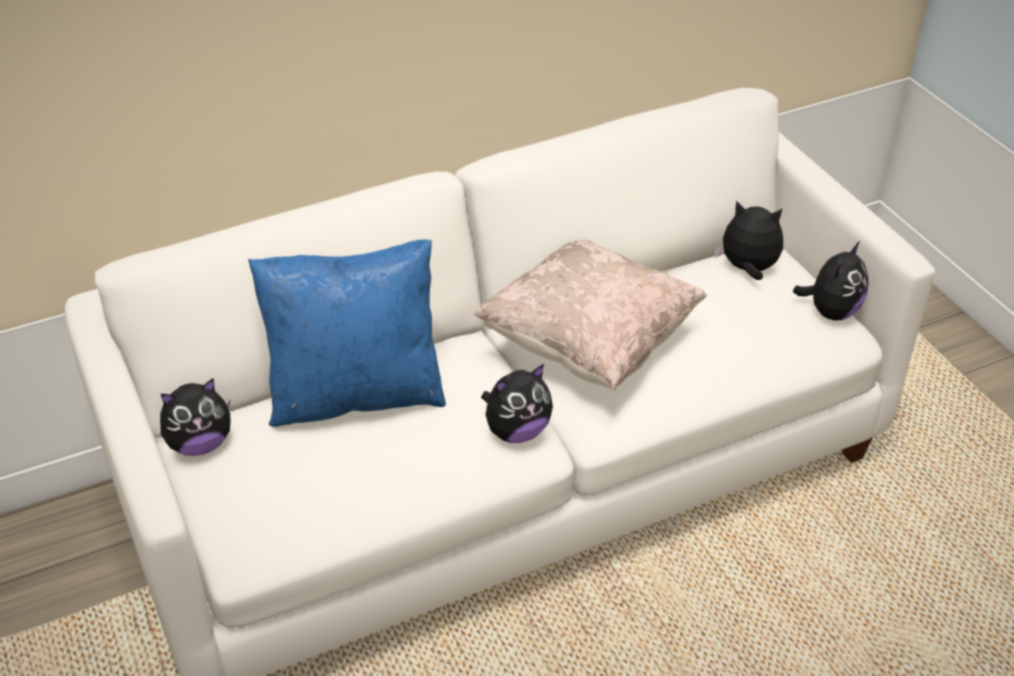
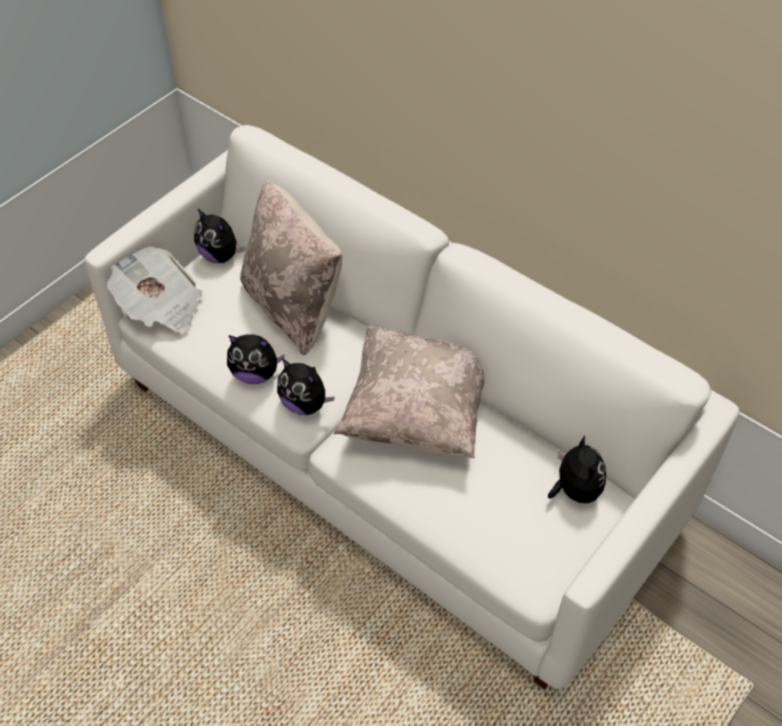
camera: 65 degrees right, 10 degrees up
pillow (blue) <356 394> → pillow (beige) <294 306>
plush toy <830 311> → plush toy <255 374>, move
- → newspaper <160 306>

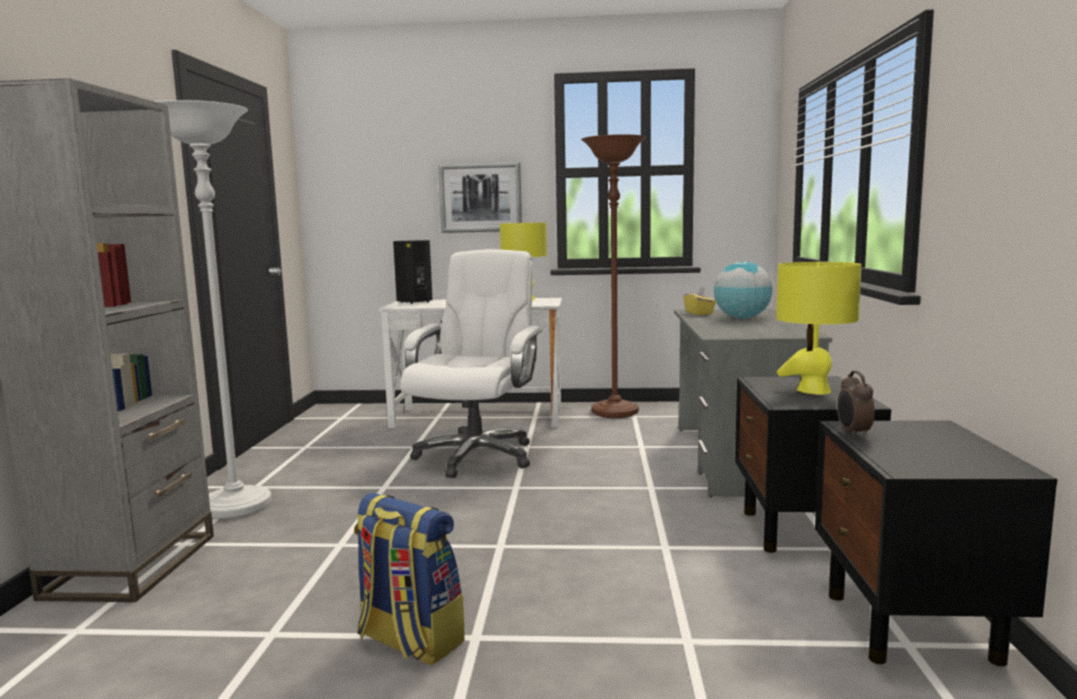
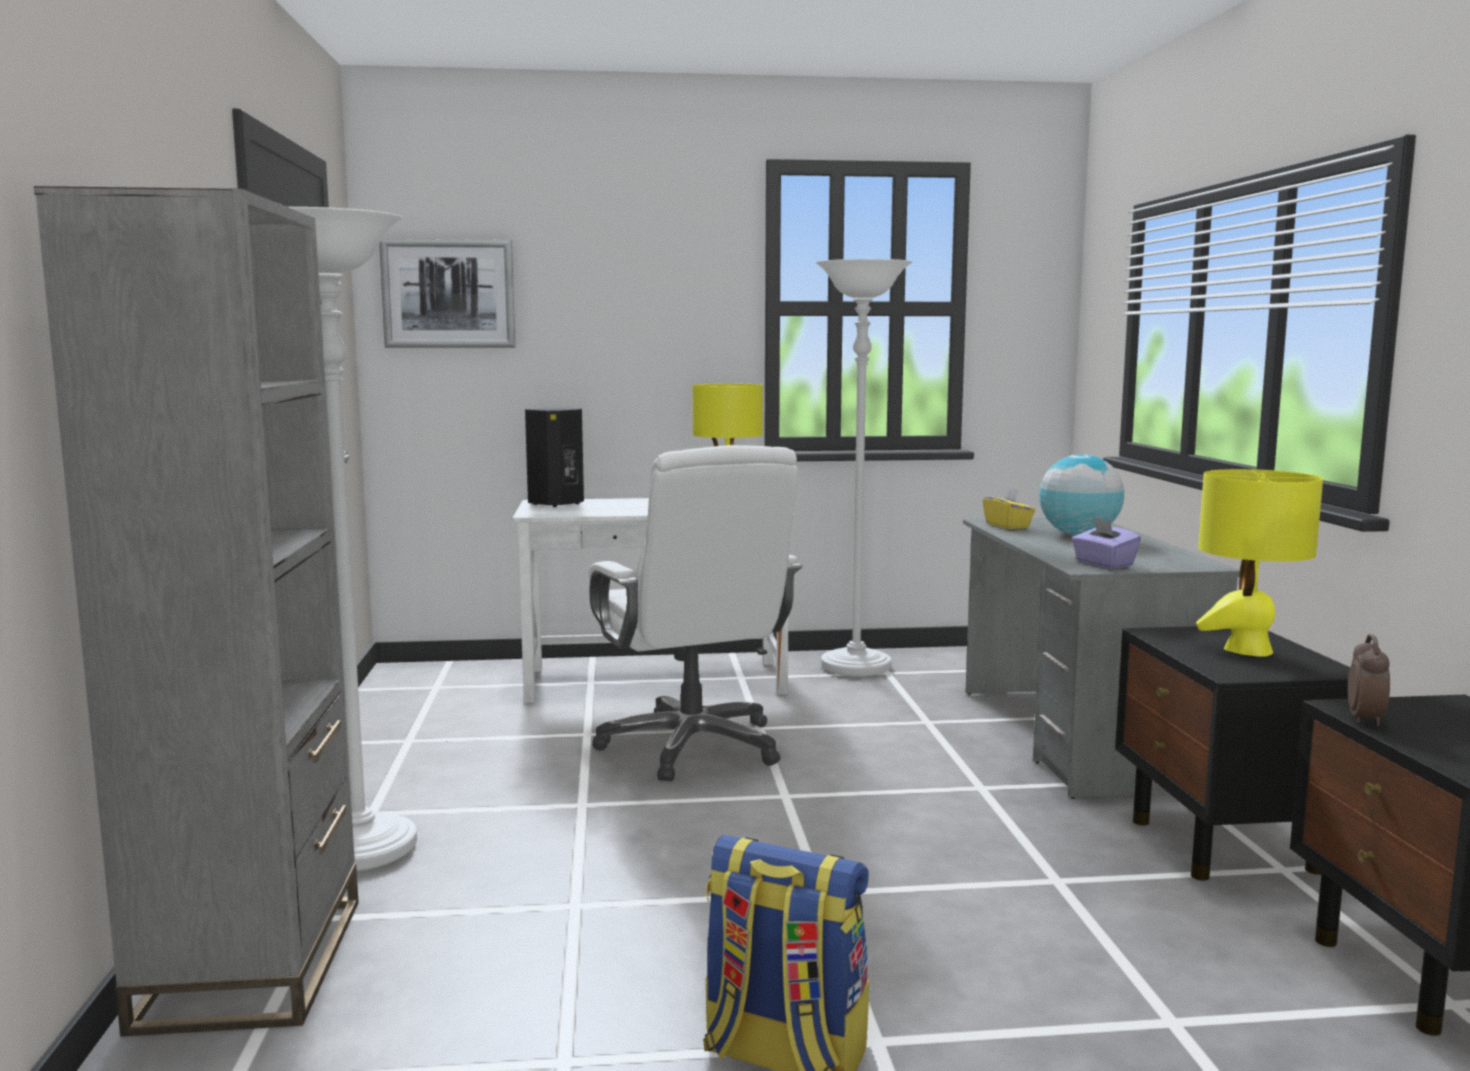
camera: 10 degrees left, 0 degrees up
floor lamp (brown) <615 412> → floor lamp (white) <856 667>
picture <480 198> → picture <448 294>, move
office chair (white) <476 456> → office chair (white) <693 746>, 150 degrees clockwise
alarm clock <853 433> → alarm clock <1366 720>, 150 degrees counterclockwise
- → tissue box (purple) <1103 564>

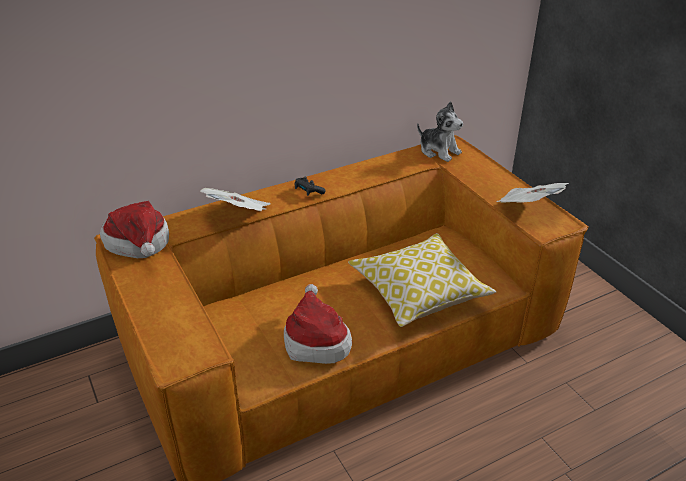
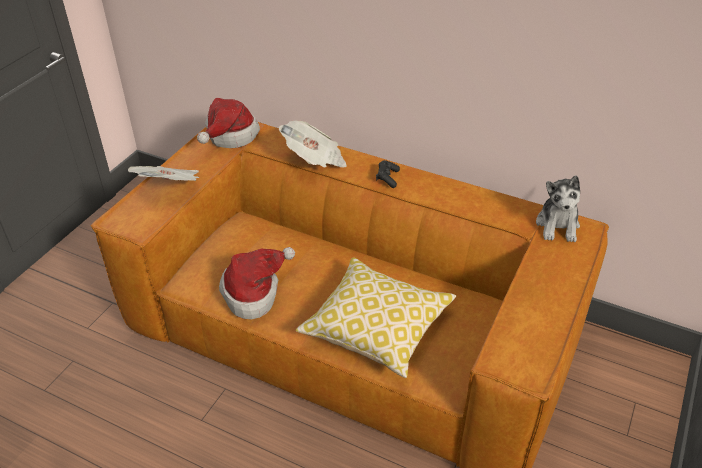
camera: 55 degrees right, 5 degrees up
newspaper <528 207> → newspaper <170 187>, move

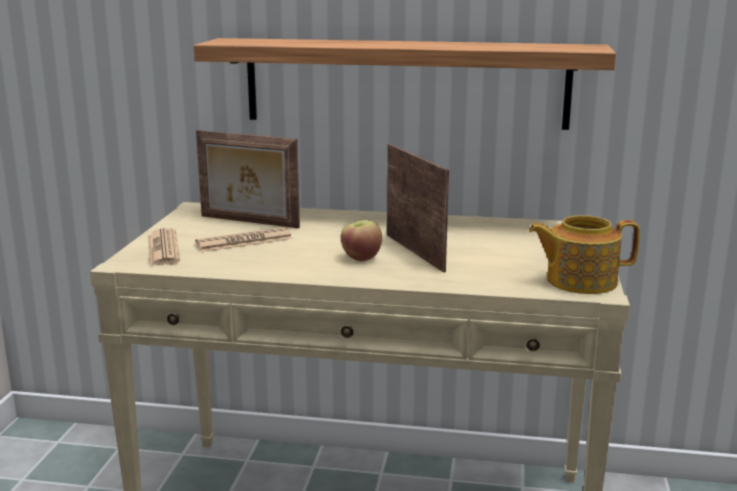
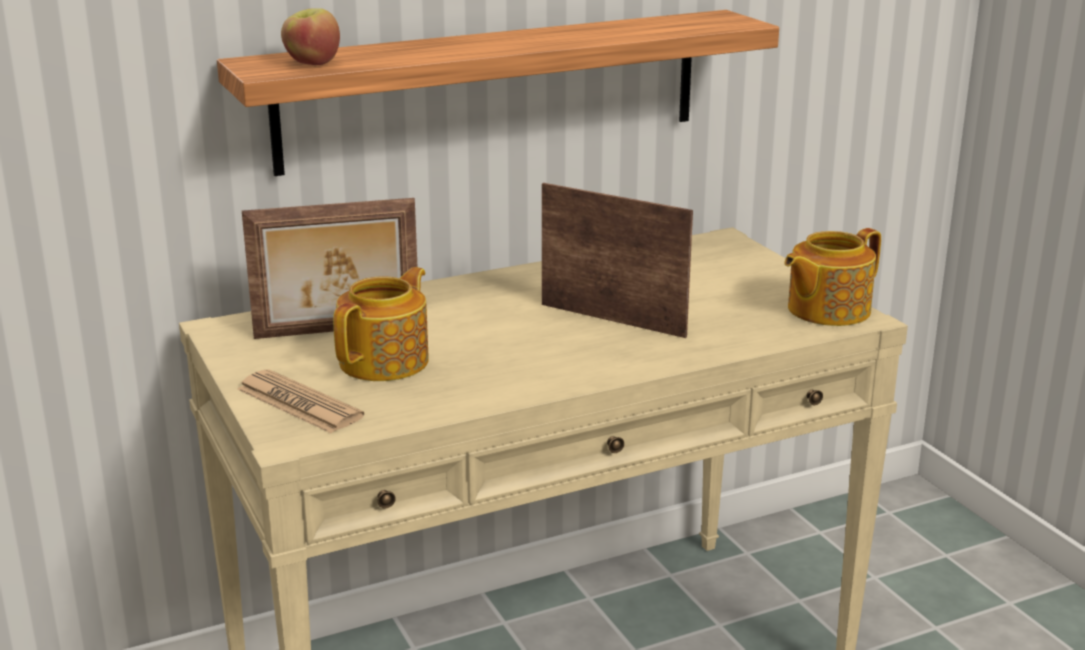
camera: 35 degrees left, 5 degrees up
apple <361 258> → apple <312 63>, move
newspaper <244 241> → teapot <386 361>

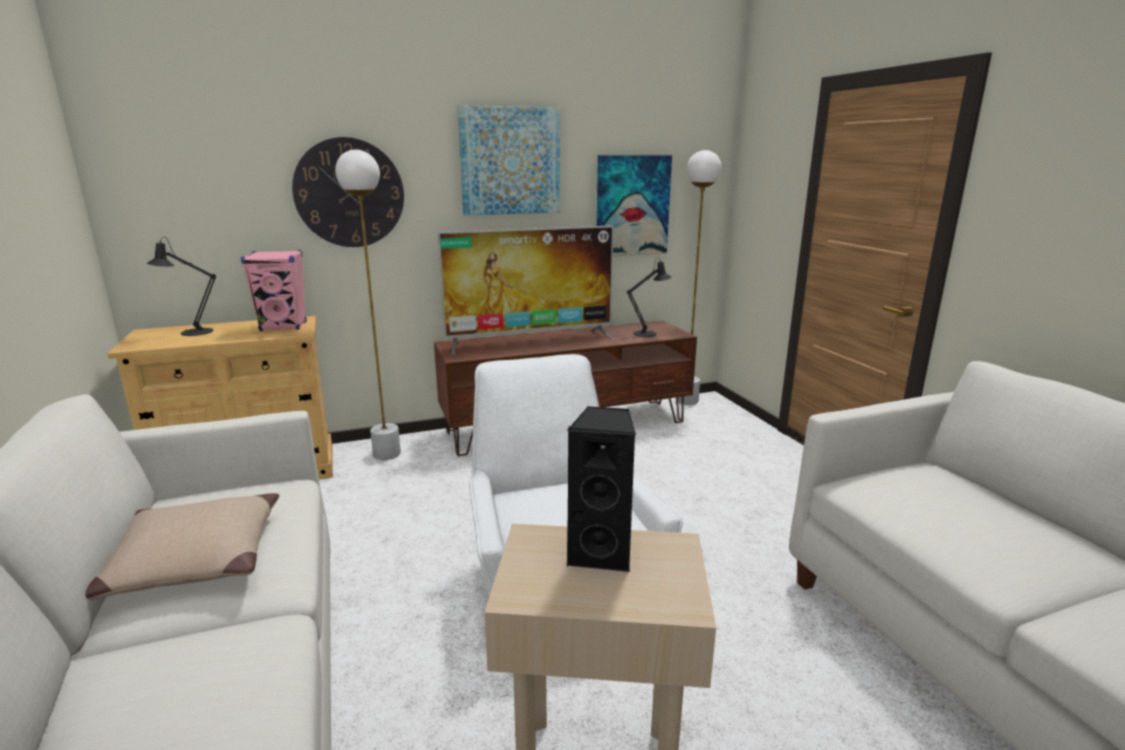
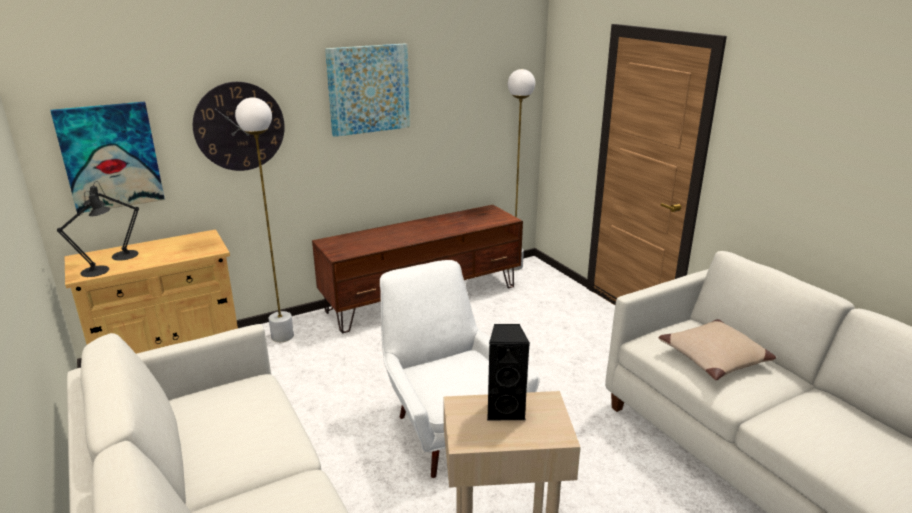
camera: 10 degrees left, 5 degrees up
picture <632 206> → picture <110 156>, move
television <531 341> → -
speaker (pink) <284 326> → -
table lamp (black) <648 333> → table lamp (black) <99 270>, move
pillow (beige) <193 560> → pillow (beige) <714 358>, move

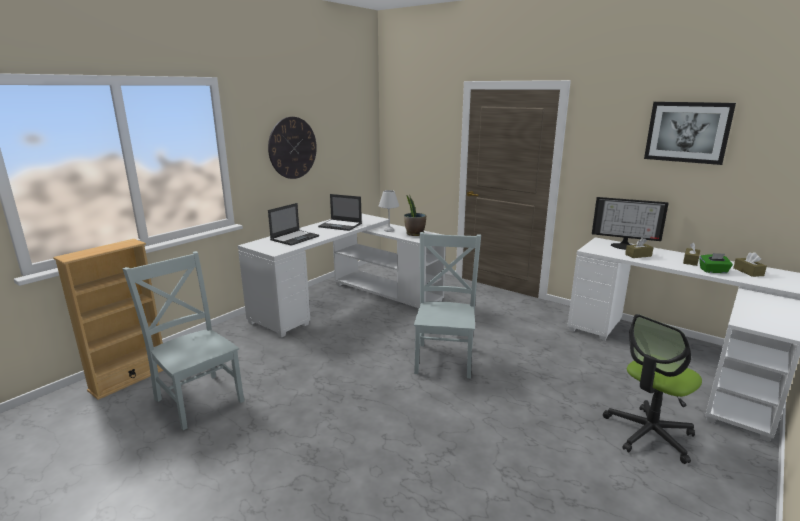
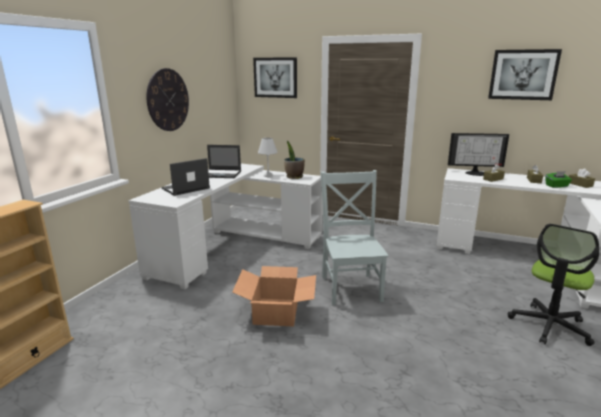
camera: 15 degrees left, 0 degrees up
laptop <295 238> → laptop <185 188>, 150 degrees counterclockwise
chair (grey) <198 398> → -
- → picture <275 77>
- → cardboard box <276 312>

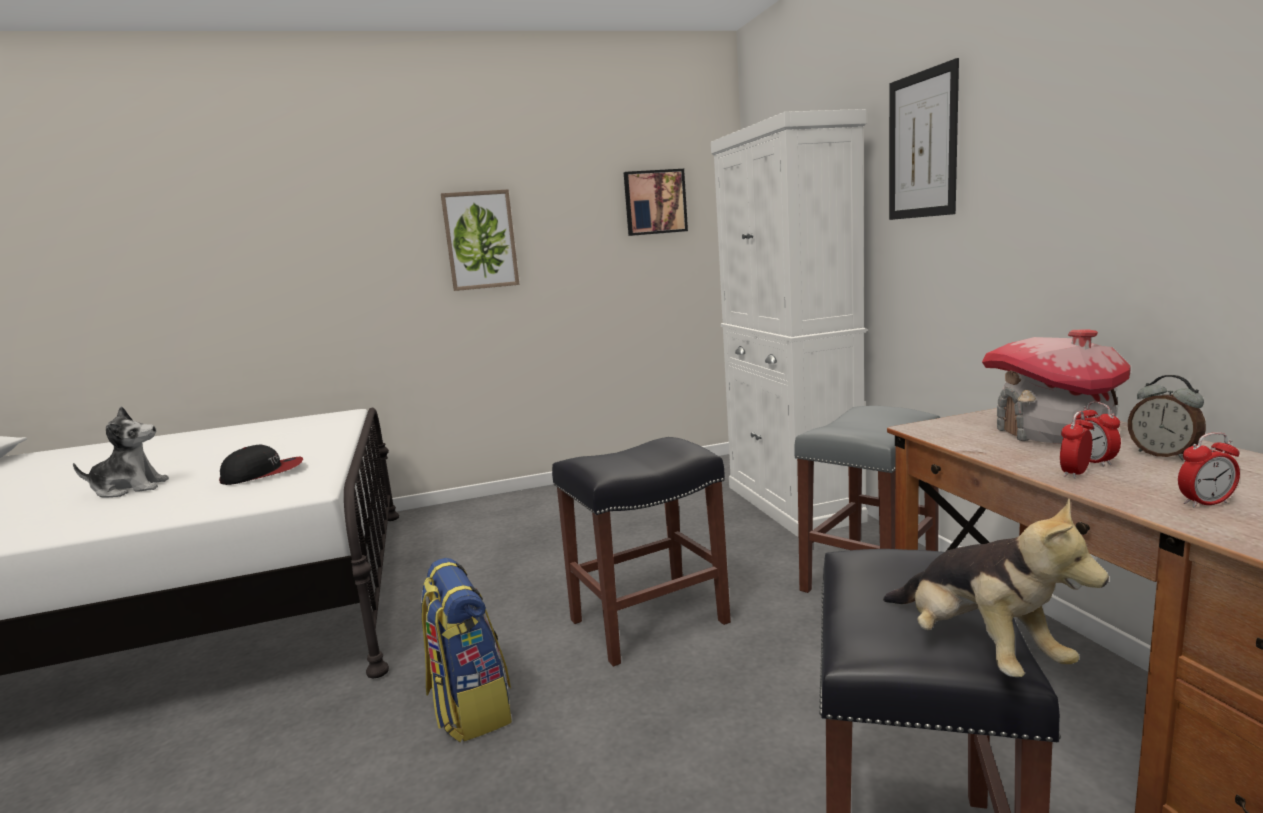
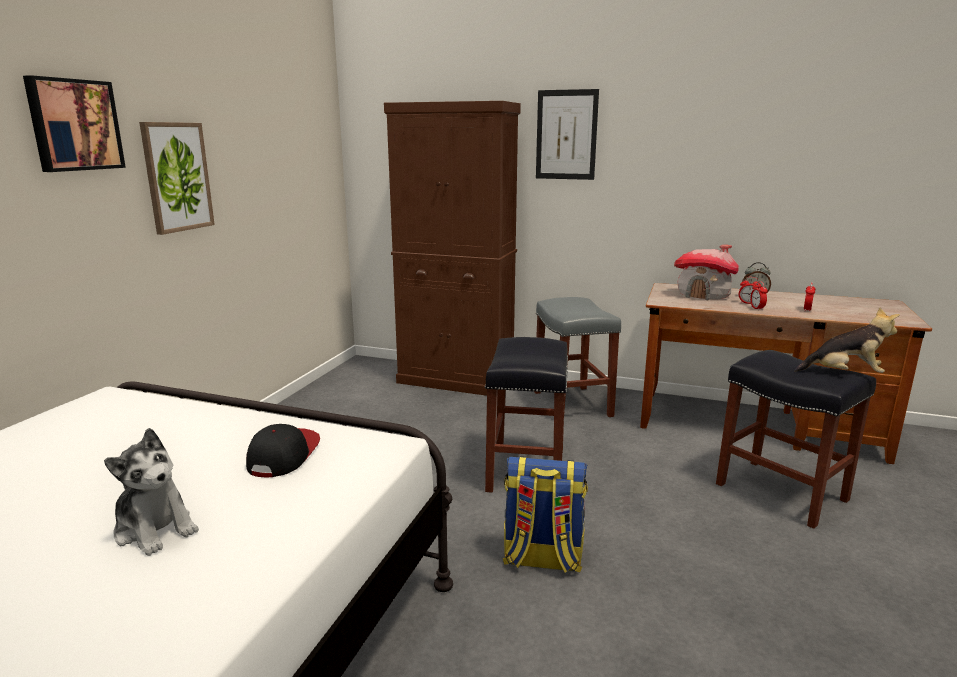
camera: 55 degrees left, 5 degrees up
cabinet (white) <792 503> → cabinet (brown) <456 380>
picture <655 202> → picture <74 125>, move
plush toy <130 489> → plush toy <155 529>, 105 degrees clockwise

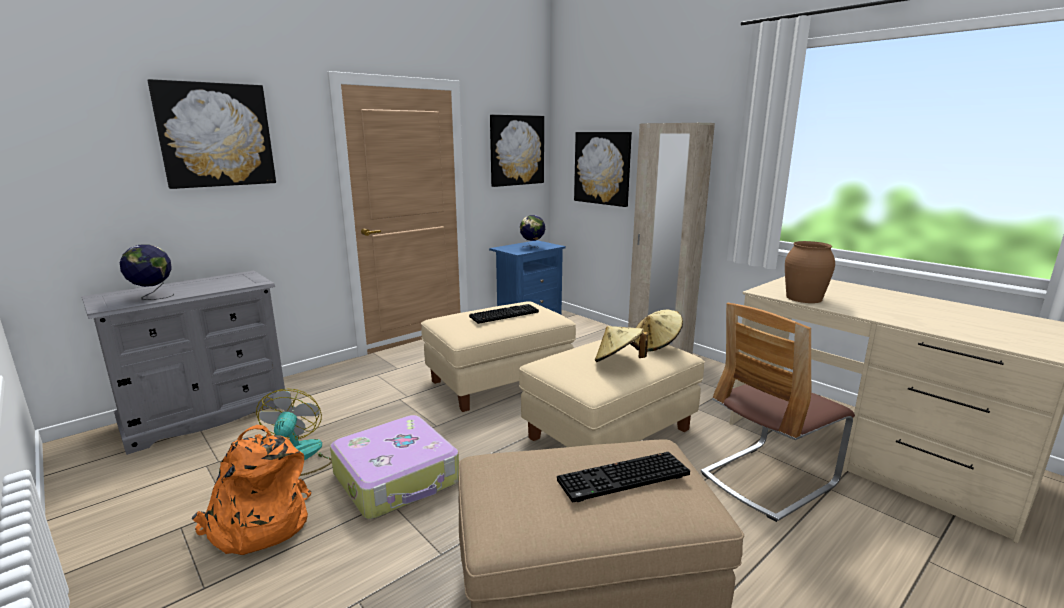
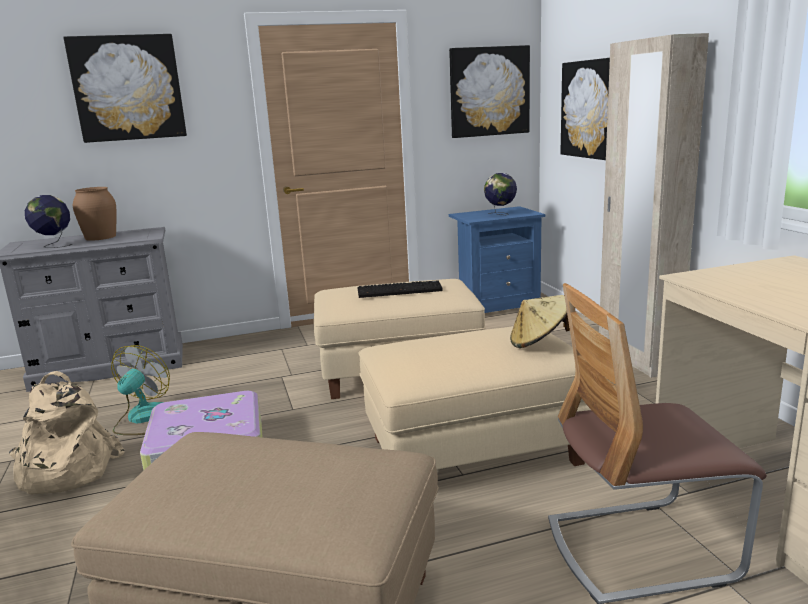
camera: 25 degrees right, 0 degrees up
vase (brown) <803 298> → vase (brown) <100 237>, move
hat (beige) <618 362> → -
backpack (orange) <258 524> → backpack (beige) <64 471>
keyboard <623 479> → -

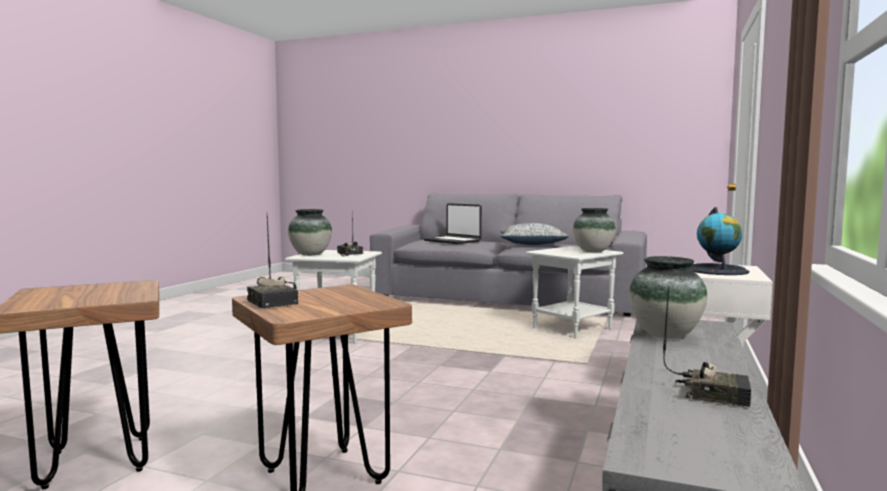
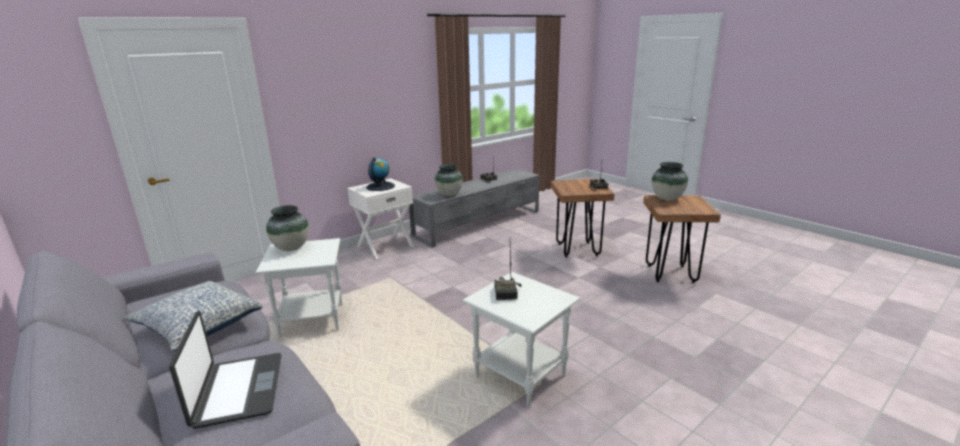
camera: 150 degrees left, 15 degrees up
vase <311 254> → vase <667 199>, move

